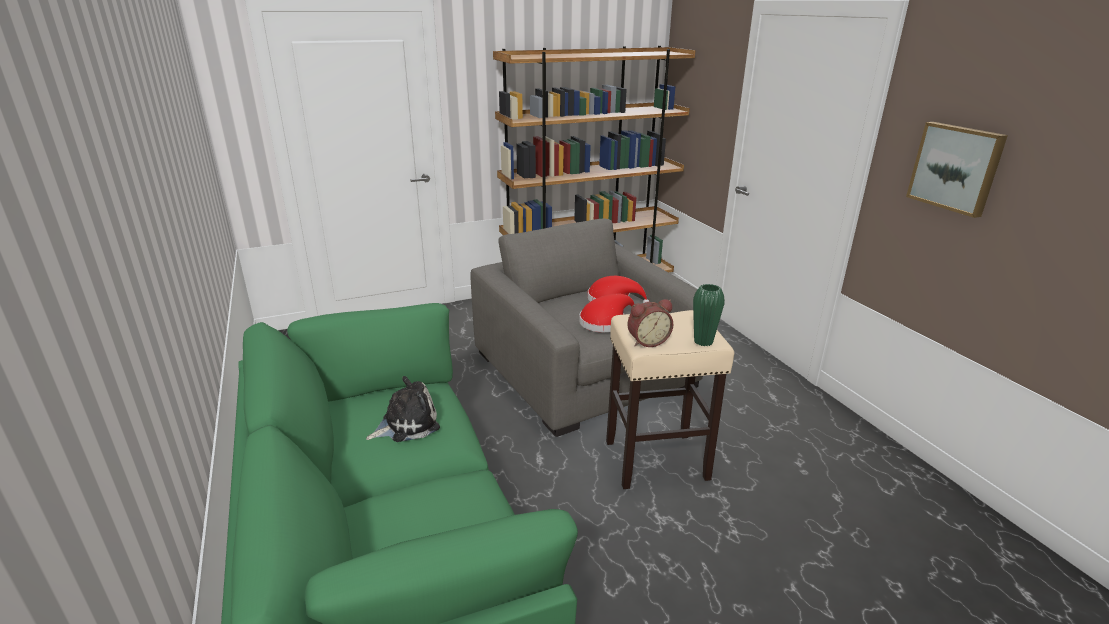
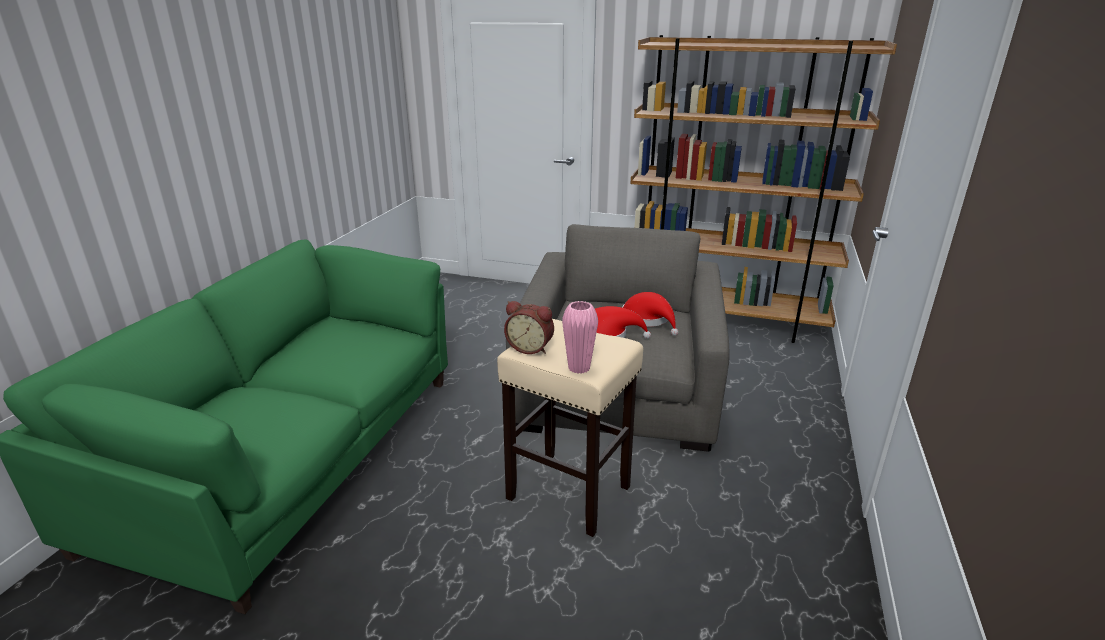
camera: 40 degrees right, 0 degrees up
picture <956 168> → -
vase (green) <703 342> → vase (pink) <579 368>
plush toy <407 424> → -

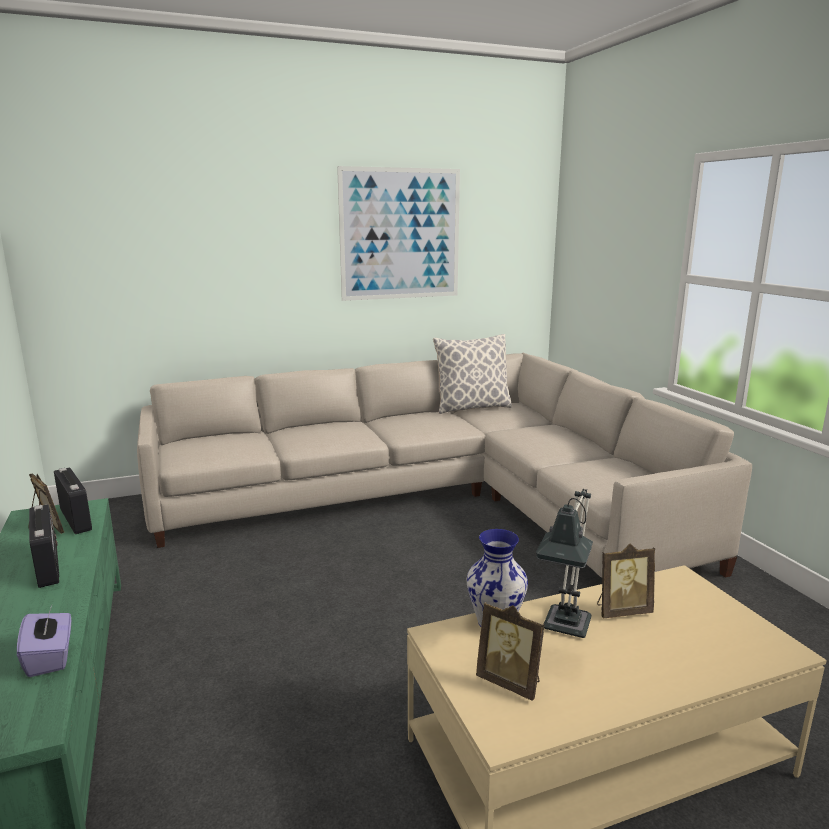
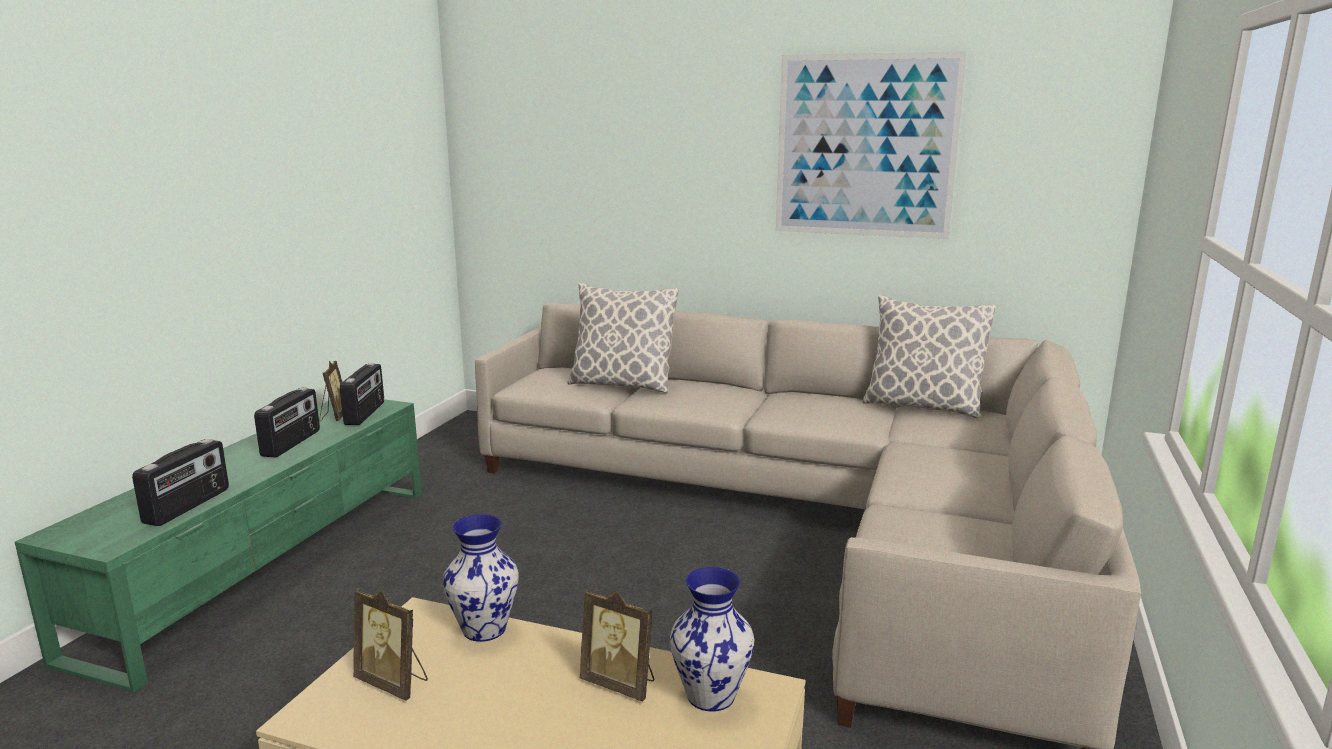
camera: 40 degrees right, 0 degrees up
table lamp <564 631> → -
picture frame <510 682> → picture frame <394 682>, 45 degrees counterclockwise
tissue box (purple) <50 658> → radio <188 506>
- → pillow <622 385>
- → vase <710 695>

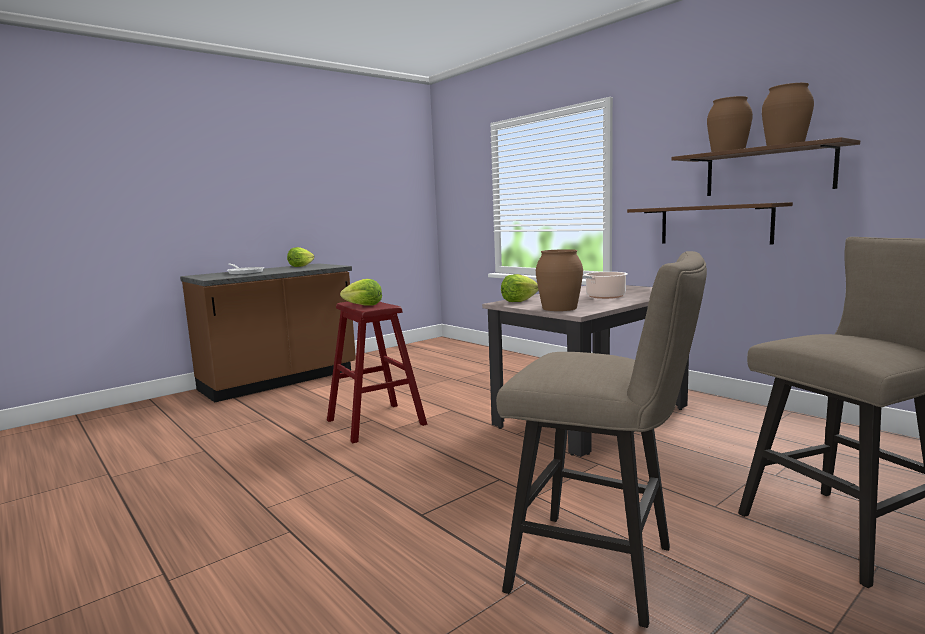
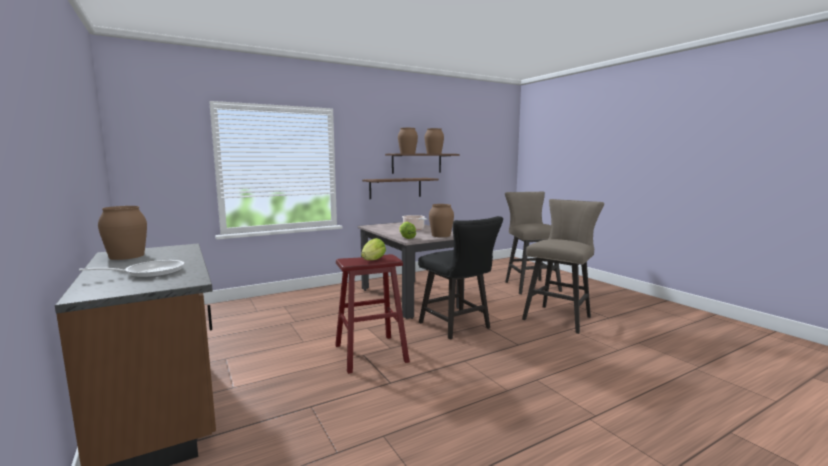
camera: 80 degrees left, 0 degrees up
lettuce <301 266> → vase (brown) <126 256>
- → chair (black) <458 327>

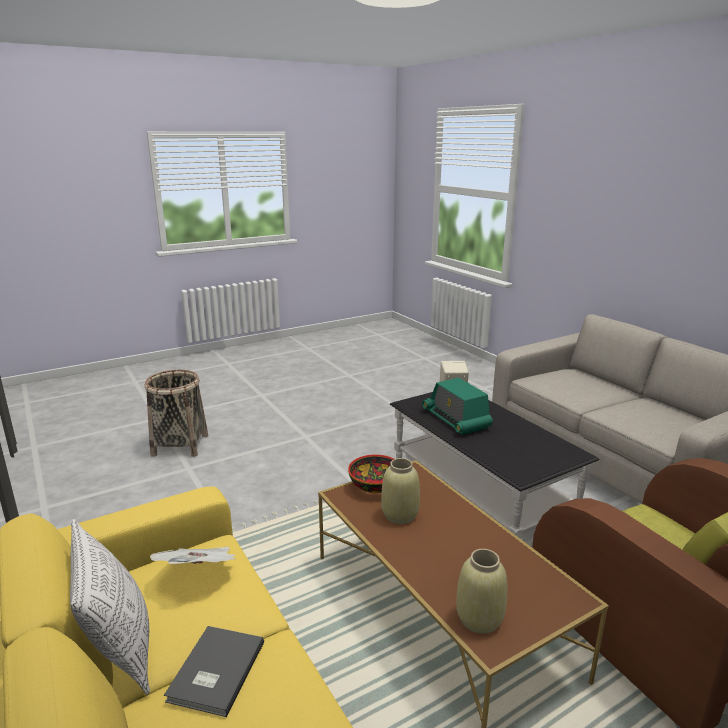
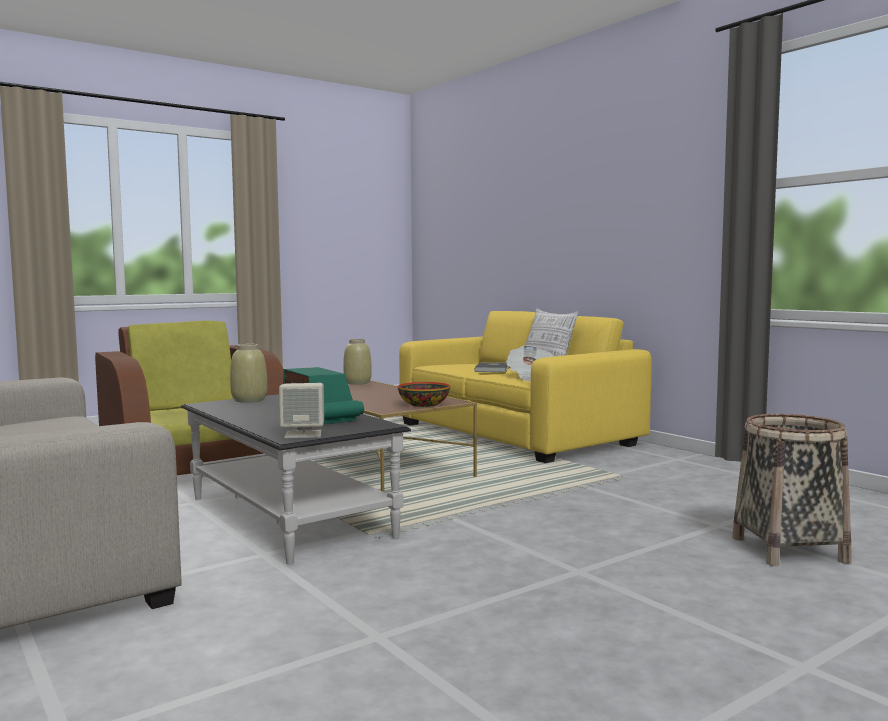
camera: 175 degrees right, 15 degrees down
vase (beige) <400 515> → vase (beige) <248 400>, move

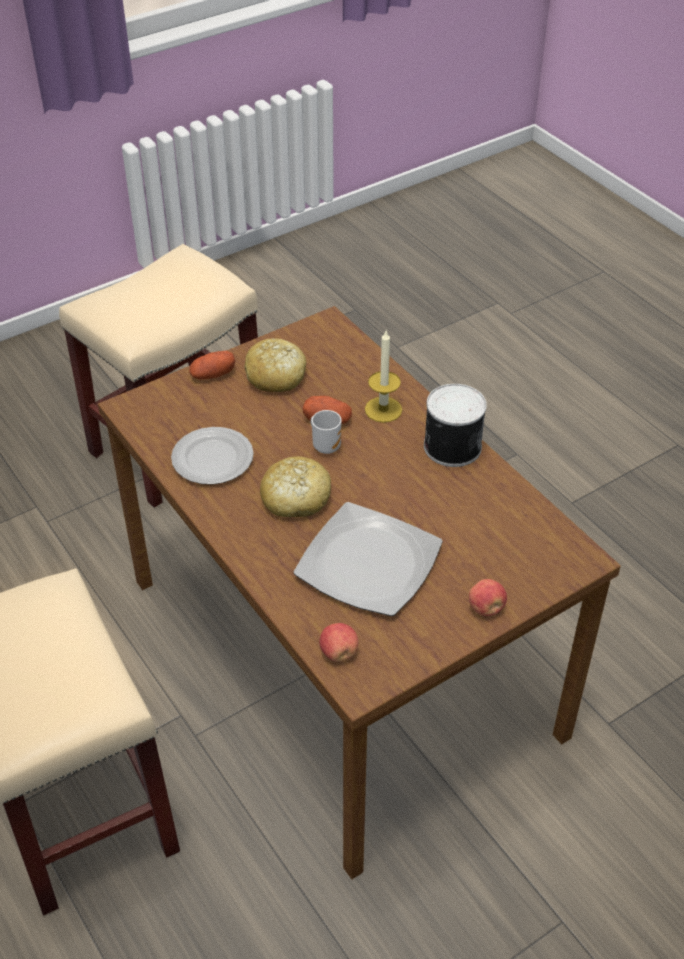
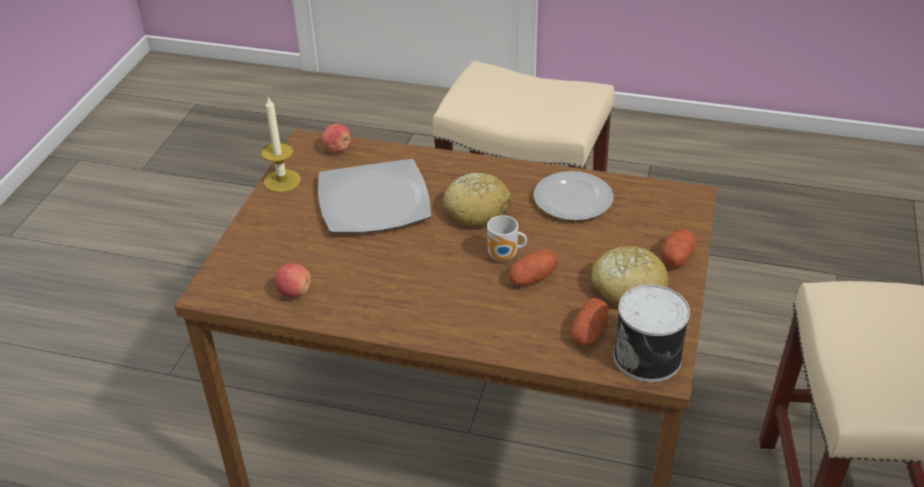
camera: 140 degrees right, 5 degrees down
candle <383 409> → candle <282 181>, move
can <451 446> → can <649 356>, move
apple <486 608> → apple <294 292>, move
- → potato <589 333>

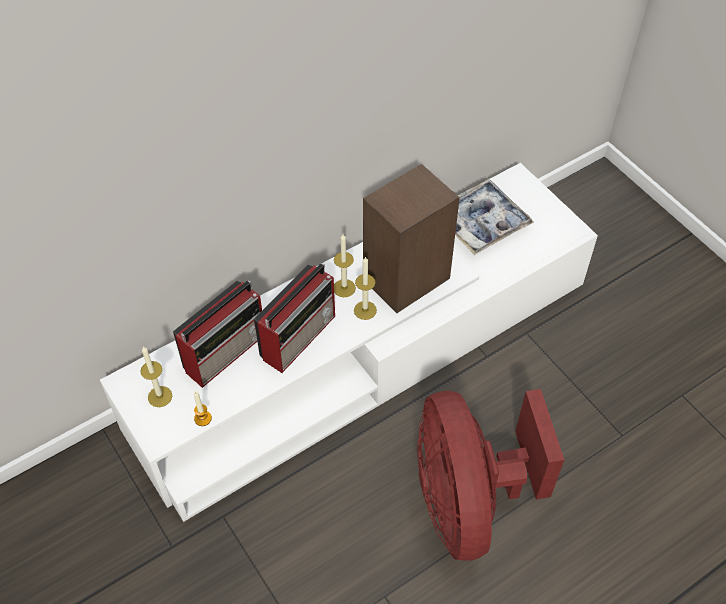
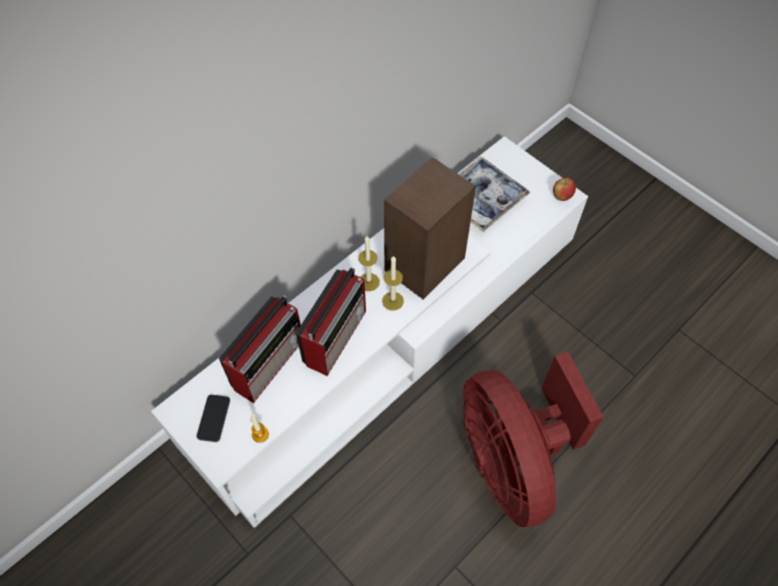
camera: 10 degrees left, 5 degrees up
candle <160 396> → phone <214 419>
- → apple <561 197>

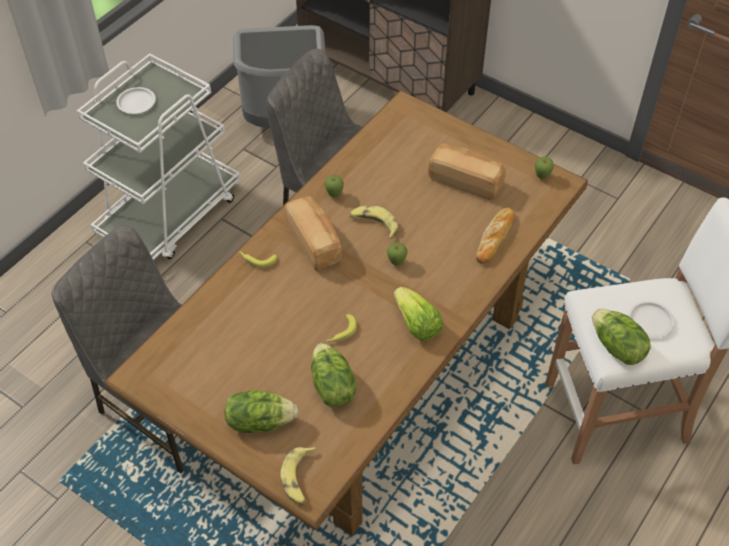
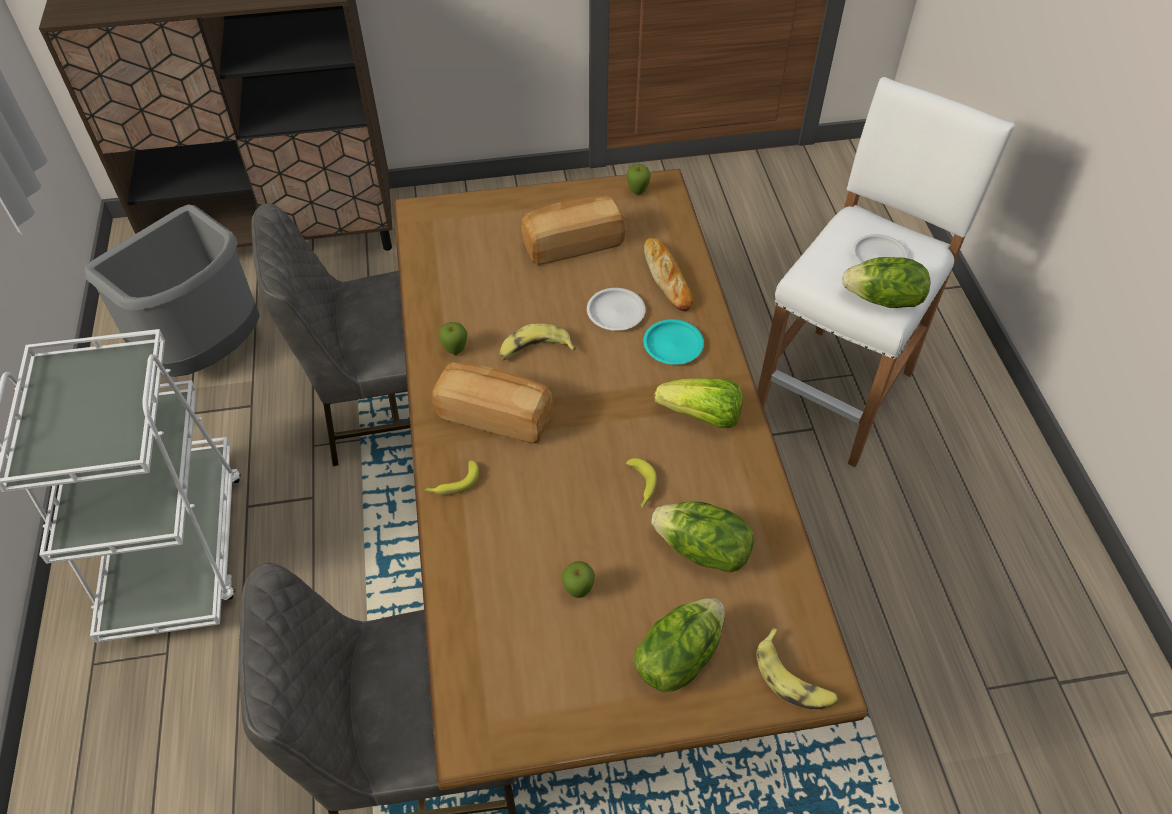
camera: 45 degrees left, 0 degrees up
plate (white) <136 102> → plate (white) <615 312>, move
apple <396 263> → apple <578 591>, move
- → plate (turquoise) <672 345>

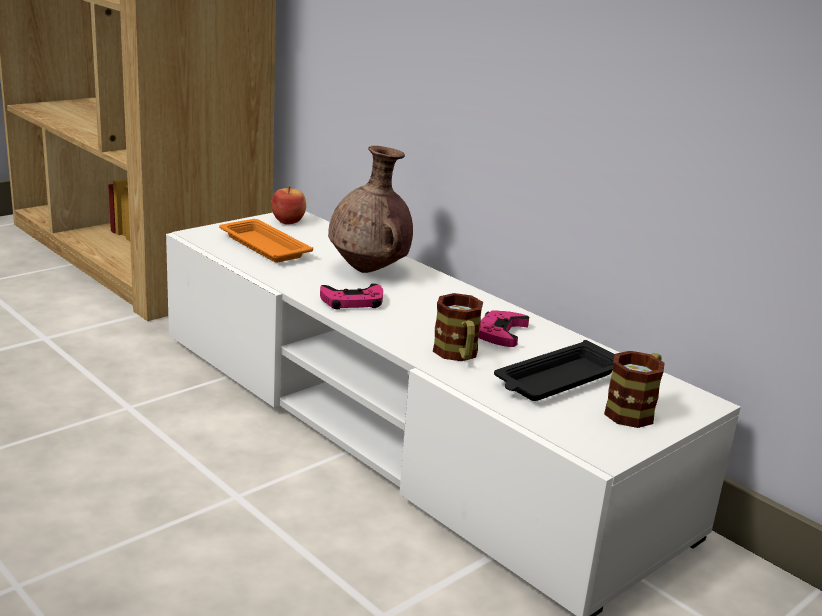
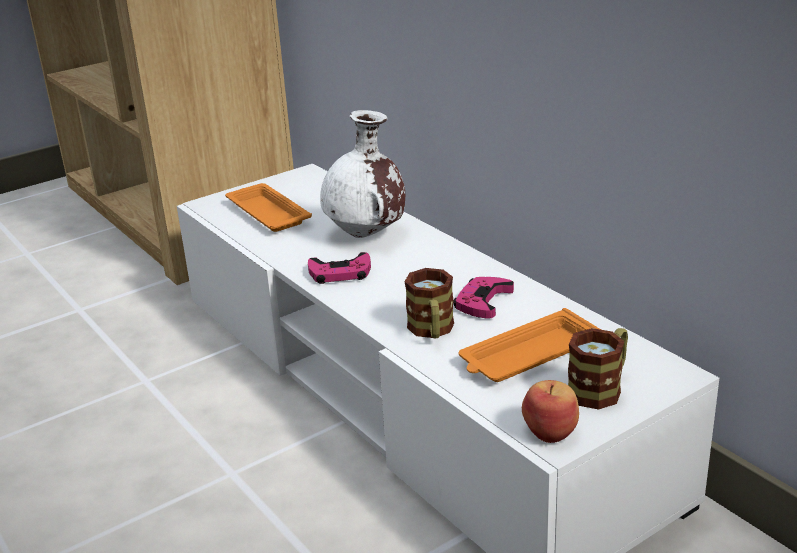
camera: 10 degrees right, 5 degrees up
vase (brown) <369 270> → vase (white) <366 234>
apple <289 221> → apple <551 431>, move
tray (black) <557 380> → tray (orange) <528 355>

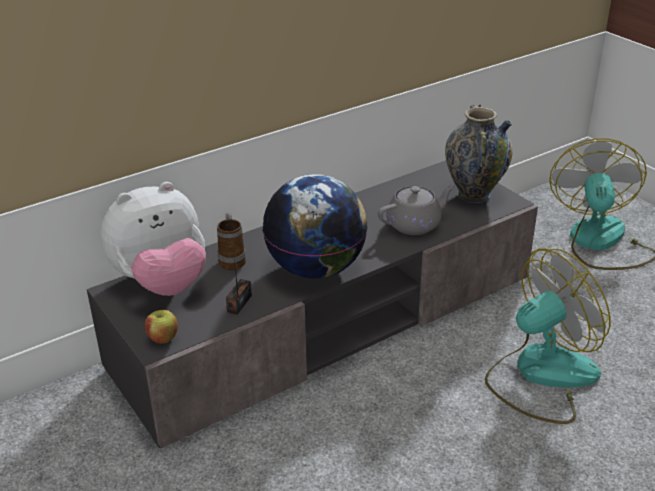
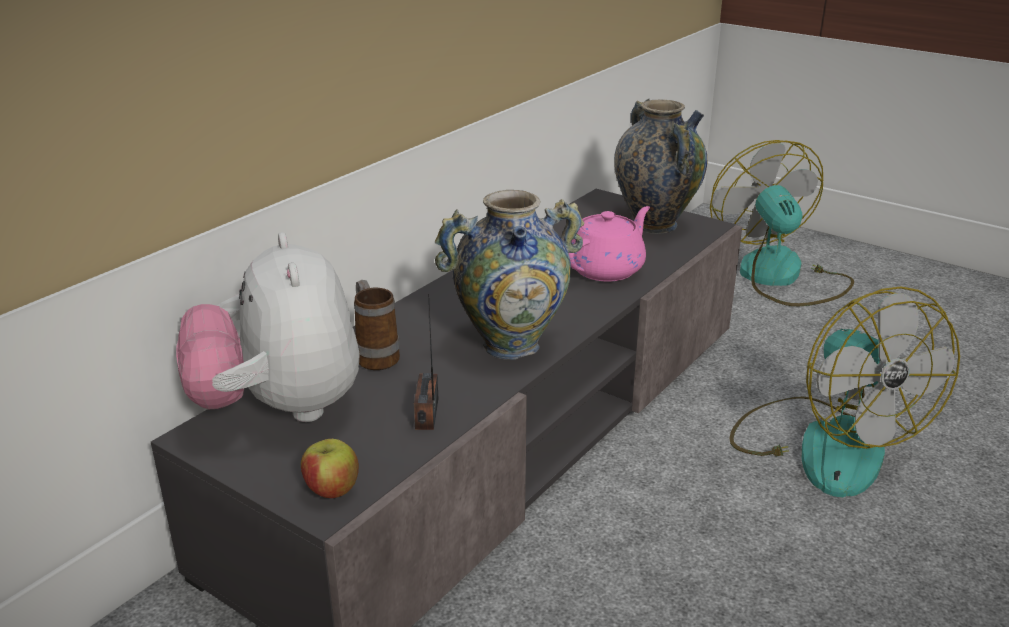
camera: 20 degrees left, 5 degrees down
globe <316 269> → vase <511 345>
plush toy <162 283> → plush toy <280 408>, 120 degrees clockwise
teapot (grey) <415 224> → teapot (pink) <607 269>
fan <540 375> → fan <824 443>, 120 degrees clockwise

